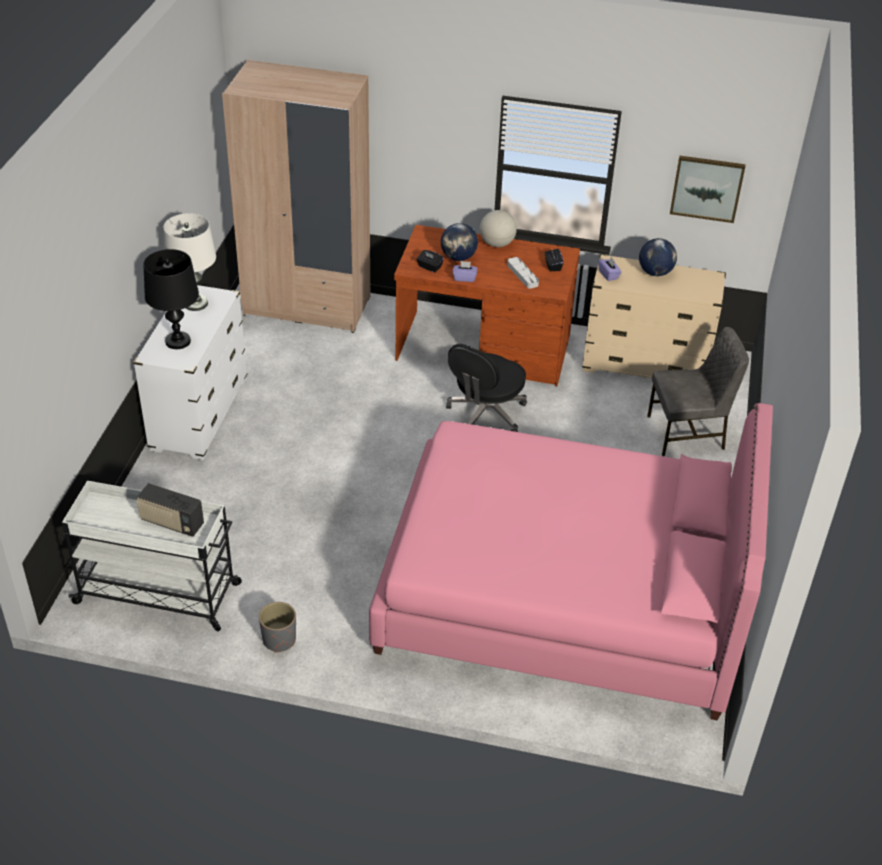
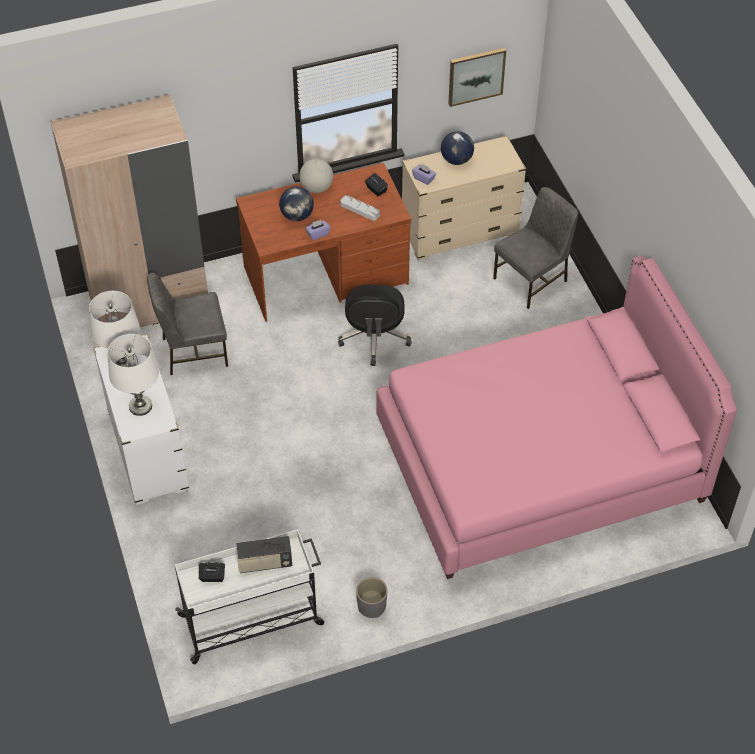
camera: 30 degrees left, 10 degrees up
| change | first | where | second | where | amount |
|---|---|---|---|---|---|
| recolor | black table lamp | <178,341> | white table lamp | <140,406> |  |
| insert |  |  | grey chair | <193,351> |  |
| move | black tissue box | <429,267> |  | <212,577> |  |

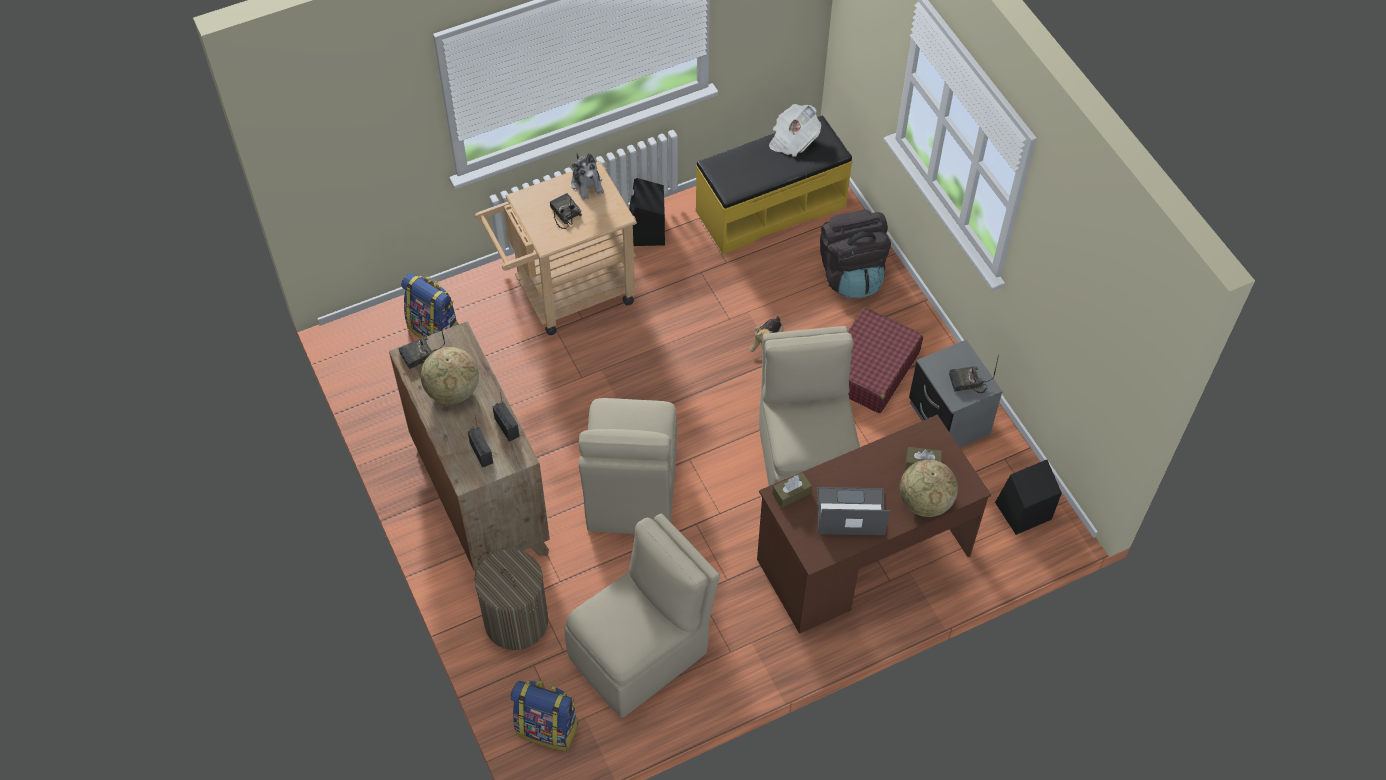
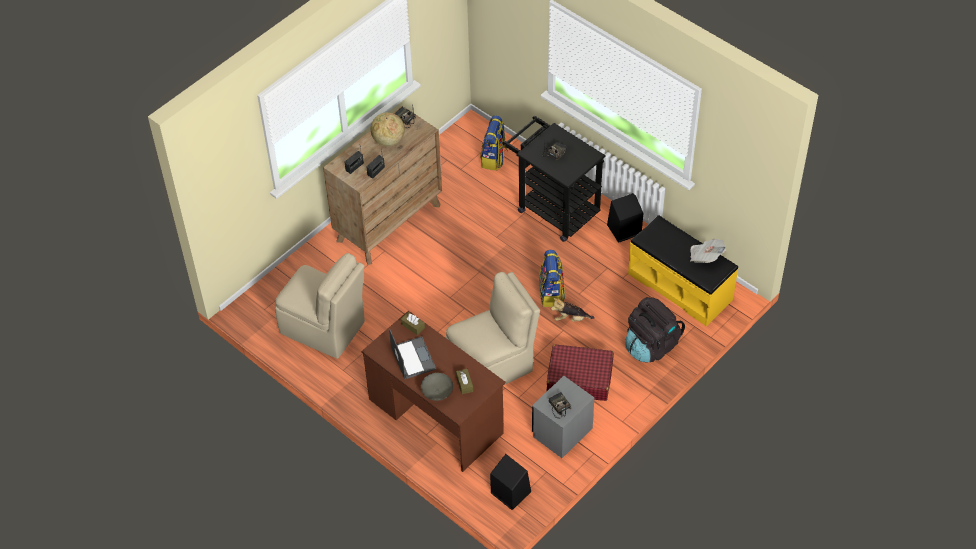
camera: 70 degrees right, 5 degrees down
| change | first | where | second | where | amount |
|---|---|---|---|---|---|
| replace | globe | <925,502> | grey bowl | <437,393> |  |
| recolor | beige cart | <565,294> | black cart | <552,208> |  |
| move | backpack | <548,727> |  | <551,294> |  |
| delete | laundry basket | <516,621> |  |  |  |
| delete | plush toy | <587,184> |  |  |  |
| delete | beige chair | <630,491> |  |  |  |

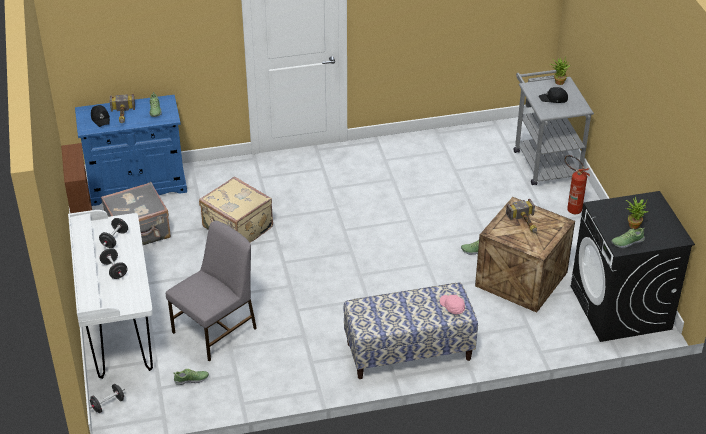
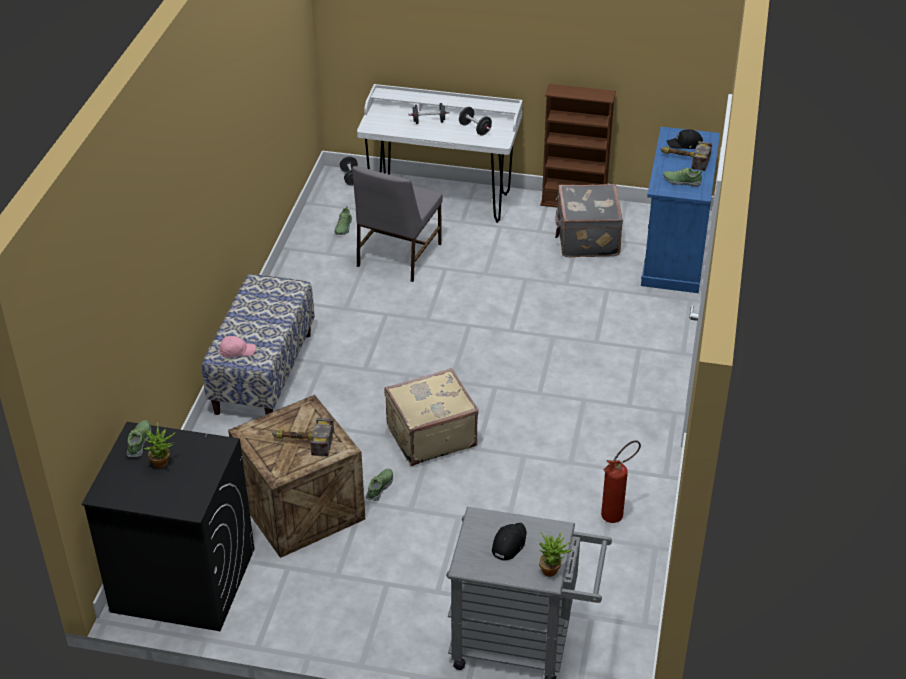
camera: 115 degrees right, 0 degrees up
| change | first | where | second | where | amount |
|---|---|---|---|---|---|
| rotate | grey chair | <216,330> |  | <398,256> | 45 degrees clockwise |
| move | beige suitcase | <237,228> |  | <430,435> |  |
| move | fire extinguisher | <571,208> |  | <616,513> |  |

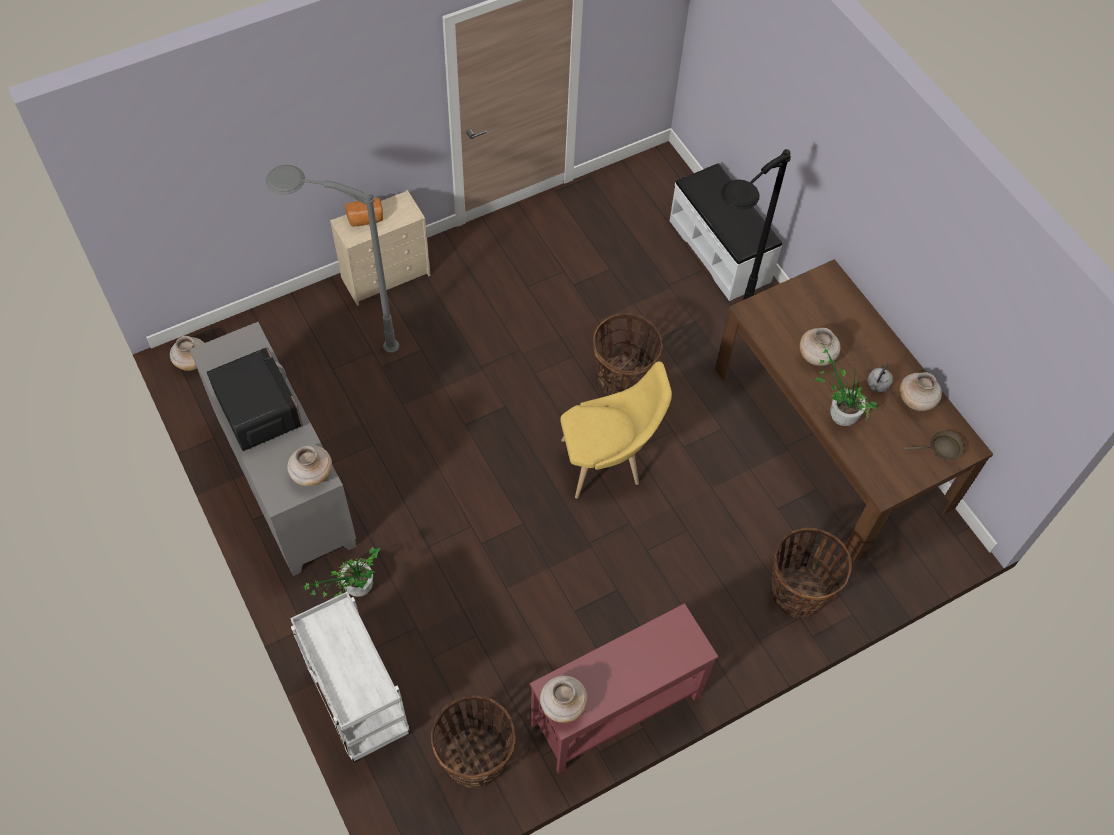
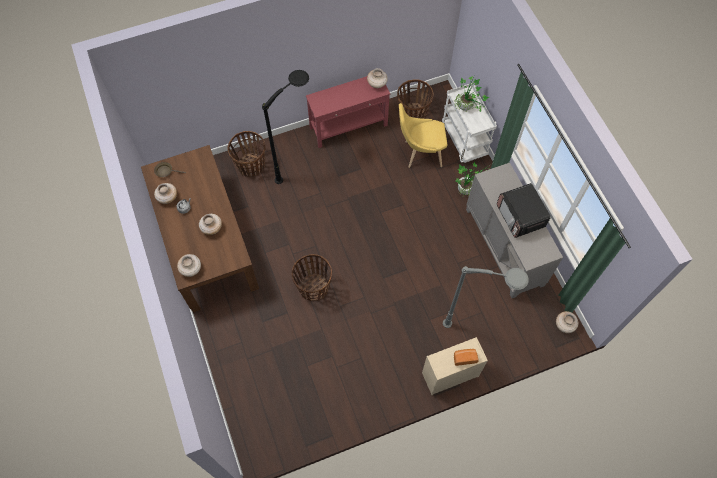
camera: 170 degrees left, 5 degrees up
| change | first | where | second | where | amount |
|---|---|---|---|---|---|
| move | beige vase | <312,474> |  | <191,269> |  |
| move | black floor lamp | <716,337> |  | <299,164> |  |
| move | yellow chair | <606,462> |  | <420,153> |  |
| move | potted plant | <837,413> |  | <467,108> |  |
| delete | white bench | <720,251> |  |  |  |

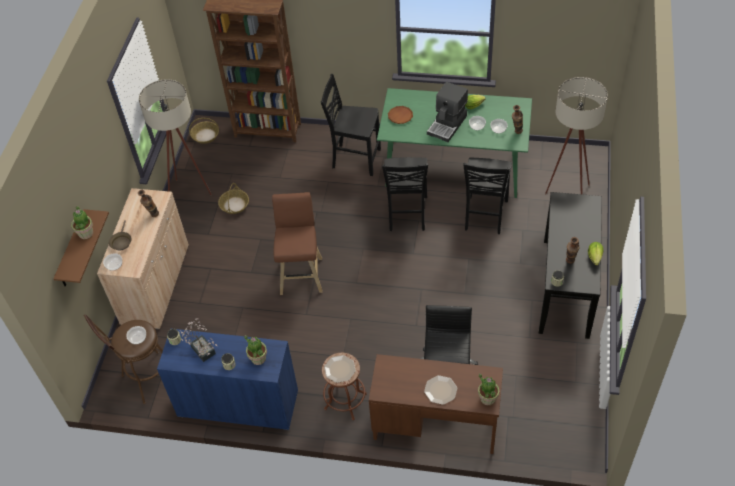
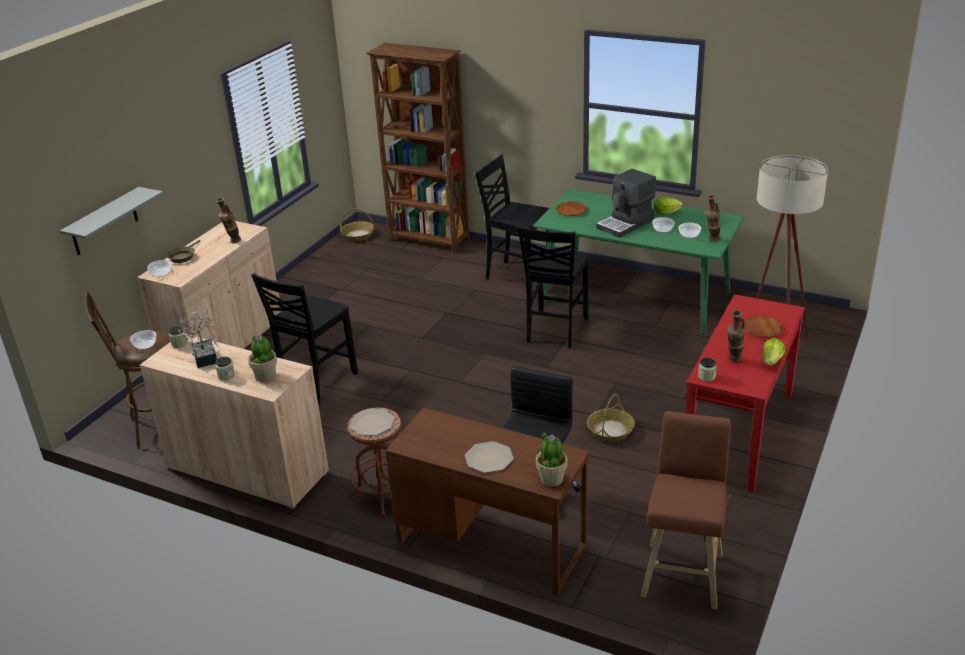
camera: 15 degrees right, 20 degrees down
| change | first | where | second | where | amount |
|---|---|---|---|---|---|
| recolor | brown shelf | <72,251> | grey shelf | <104,222> |  |
| recolor | blue cabinet | <238,403> | beige cabinet | <247,470> |  |
| move | black chair | <484,216> |  | <316,383> |  |
| move | basket | <234,205> |  | <610,430> |  |
| move | brown stool | <301,274> |  | <683,572> |  |
| recolor | black console table | <566,287> | red console table | <739,432> |  |
| insert |  |  | brown plate | <762,329> |  |
| delete | potted plant | <86,233> |  |  |  |
| delete | beige floor lamp | <191,195> |  |  |  |

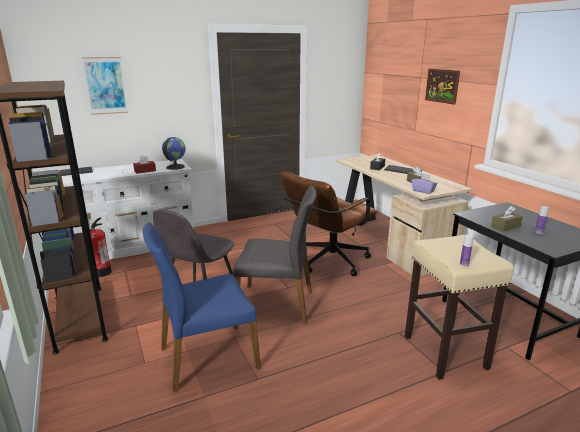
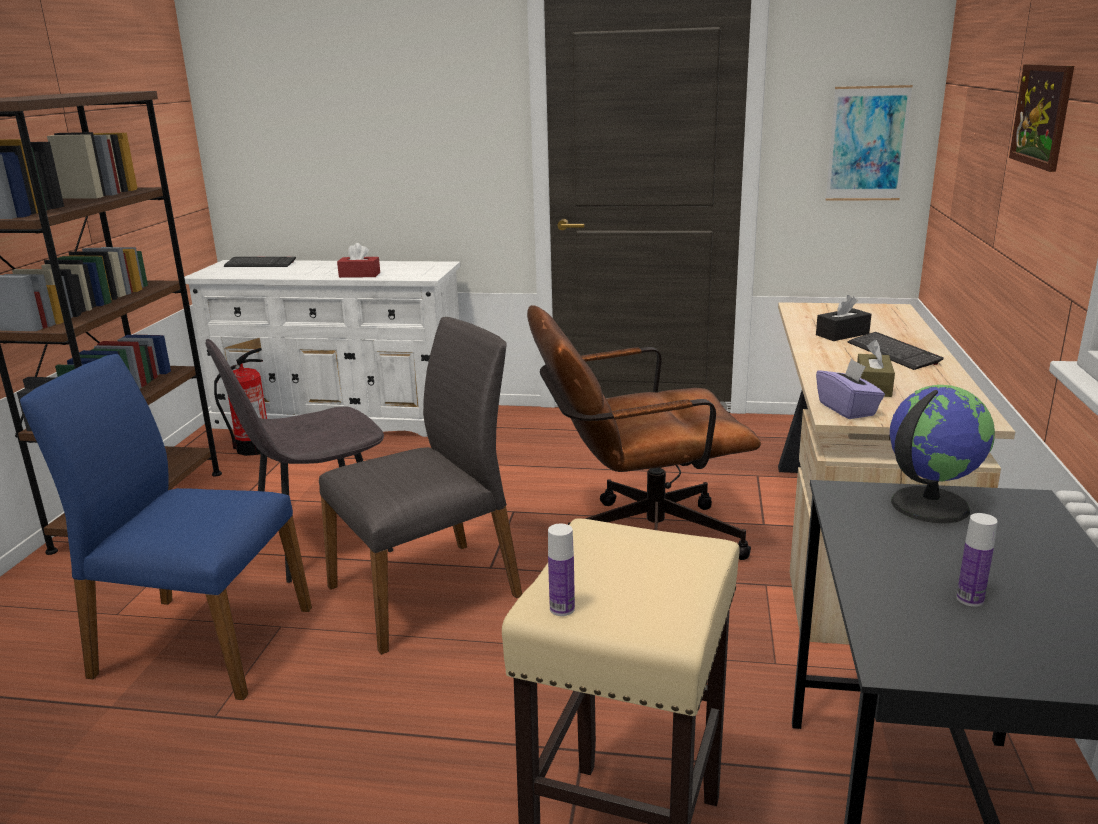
camera: 35 degrees right, 0 degrees up
| change | first | where | second | where | amount |
|---|---|---|---|---|---|
| rotate | grey chair | <276,304> |  | <427,591> | 75 degrees counterclockwise |
| move | picture | <105,85> |  | <867,144> |  |
| move | globe | <175,167> |  | <928,504> |  |
| delete | brown tissue box | <505,227> |  |  |  |

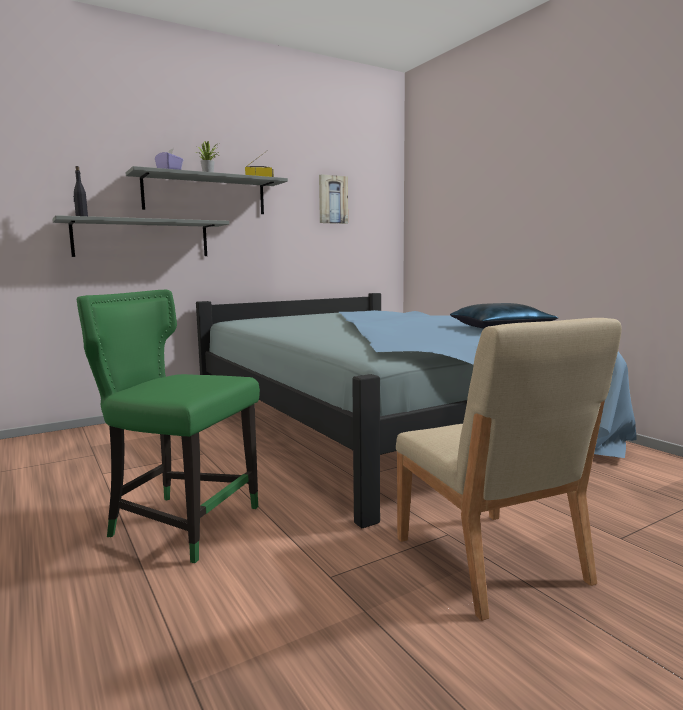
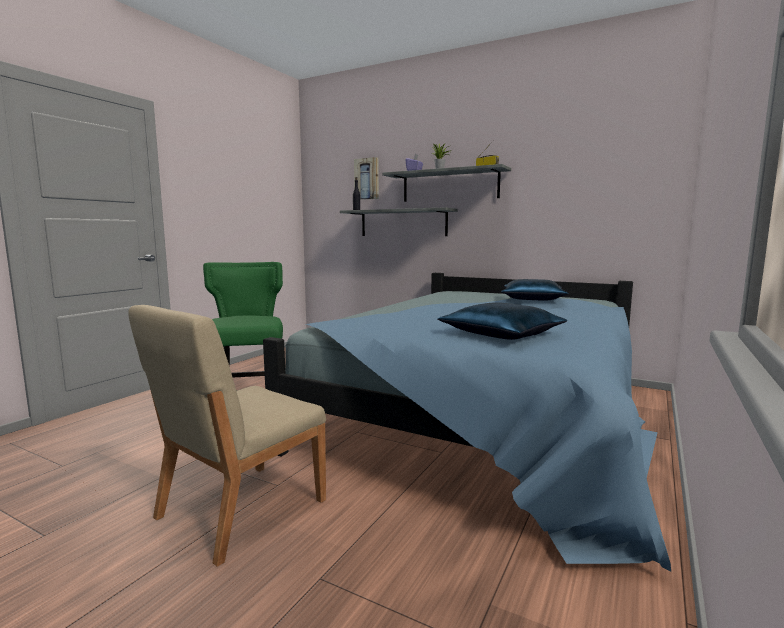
camera: 60 degrees right, 0 degrees up
| change | first | where | second | where | amount |
|---|---|---|---|---|---|
| move | picture | <332,199> |  | <367,179> |  |
| insert |  |  | blue pillow | <533,299> |  |

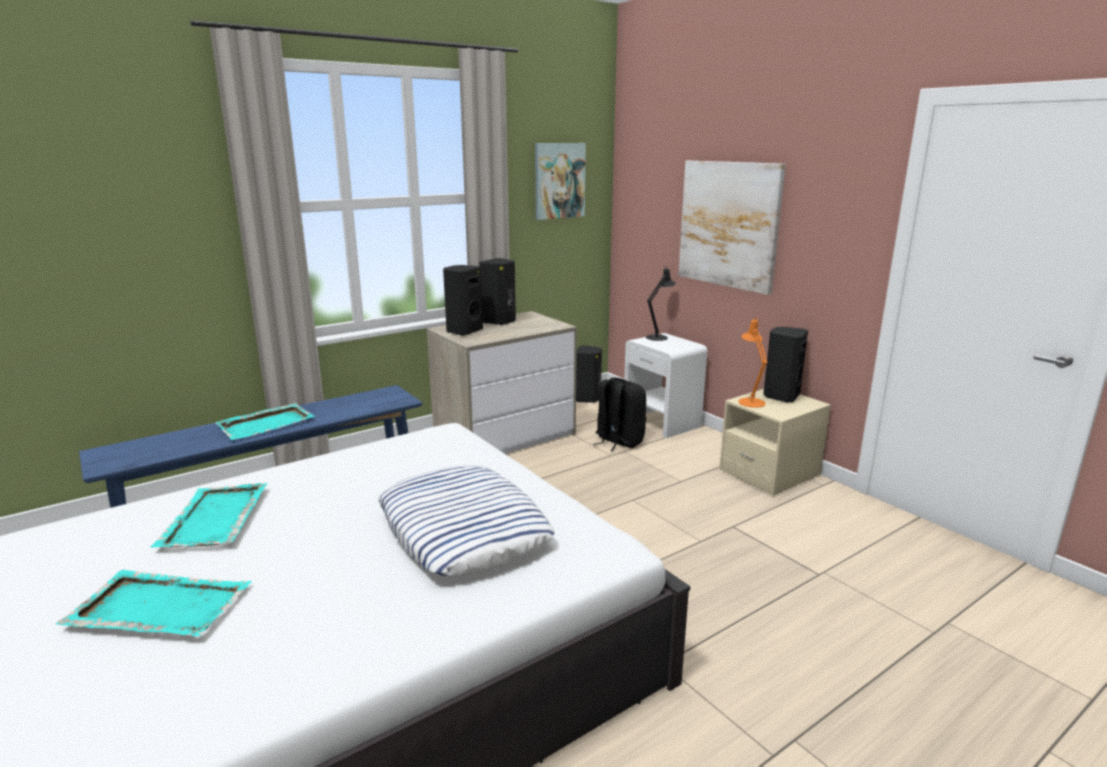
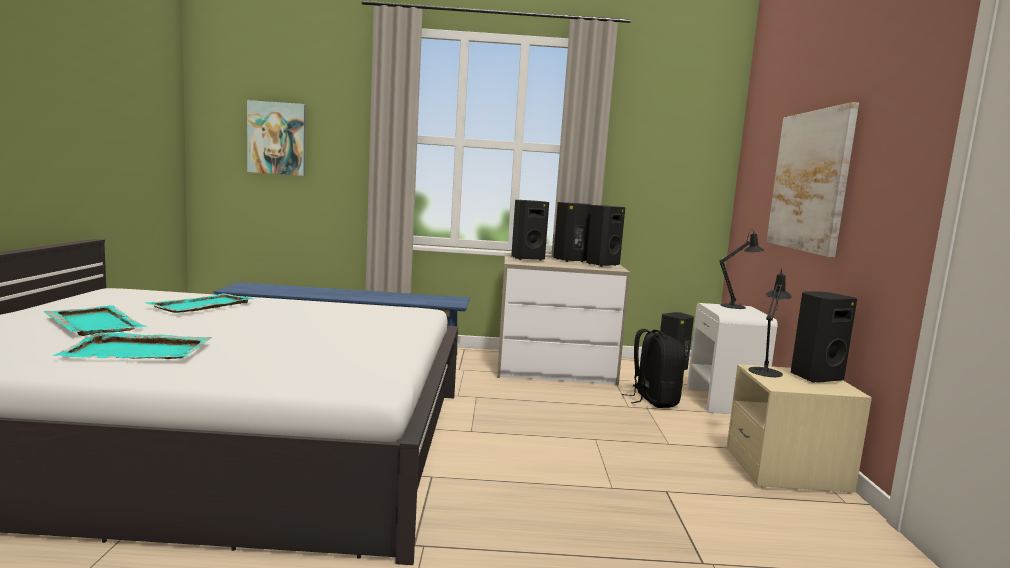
camera: 35 degrees right, 10 degrees down
| change | first | where | second | where | amount |
|---|---|---|---|---|---|
| move | turquoise tray | <267,424> |  | <139,351> |  |
| move | picture | <559,180> |  | <277,138> |  |
| insert |  |  | black speaker | <601,264> |  |
| recolor | orange table lamp | <750,401> | black table lamp | <766,371> |  |
| delete | pillow | <462,530> |  |  |  |

